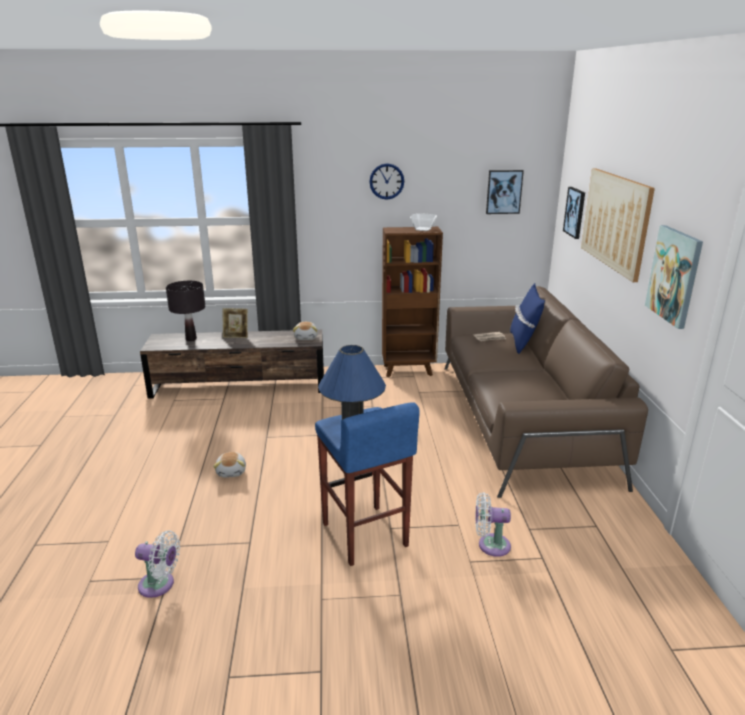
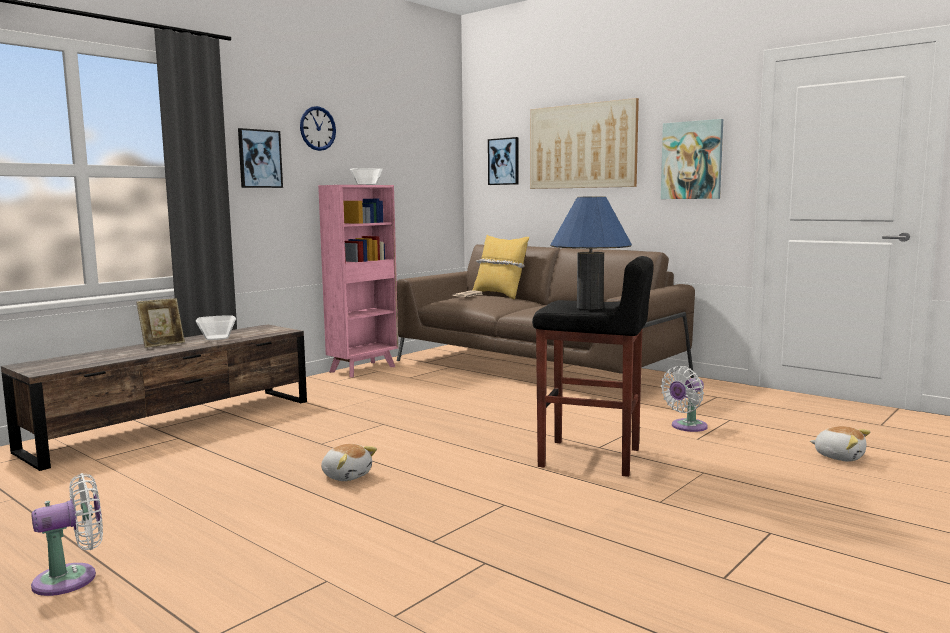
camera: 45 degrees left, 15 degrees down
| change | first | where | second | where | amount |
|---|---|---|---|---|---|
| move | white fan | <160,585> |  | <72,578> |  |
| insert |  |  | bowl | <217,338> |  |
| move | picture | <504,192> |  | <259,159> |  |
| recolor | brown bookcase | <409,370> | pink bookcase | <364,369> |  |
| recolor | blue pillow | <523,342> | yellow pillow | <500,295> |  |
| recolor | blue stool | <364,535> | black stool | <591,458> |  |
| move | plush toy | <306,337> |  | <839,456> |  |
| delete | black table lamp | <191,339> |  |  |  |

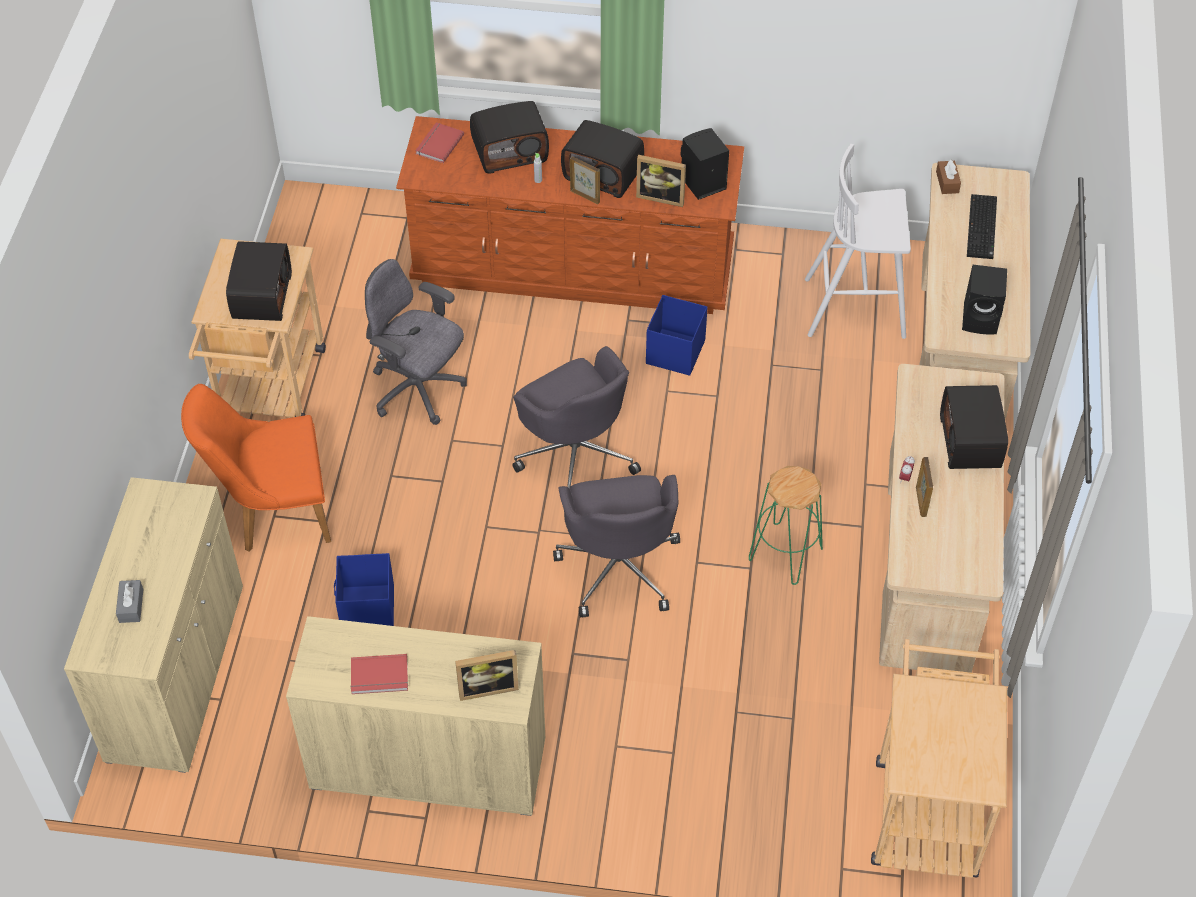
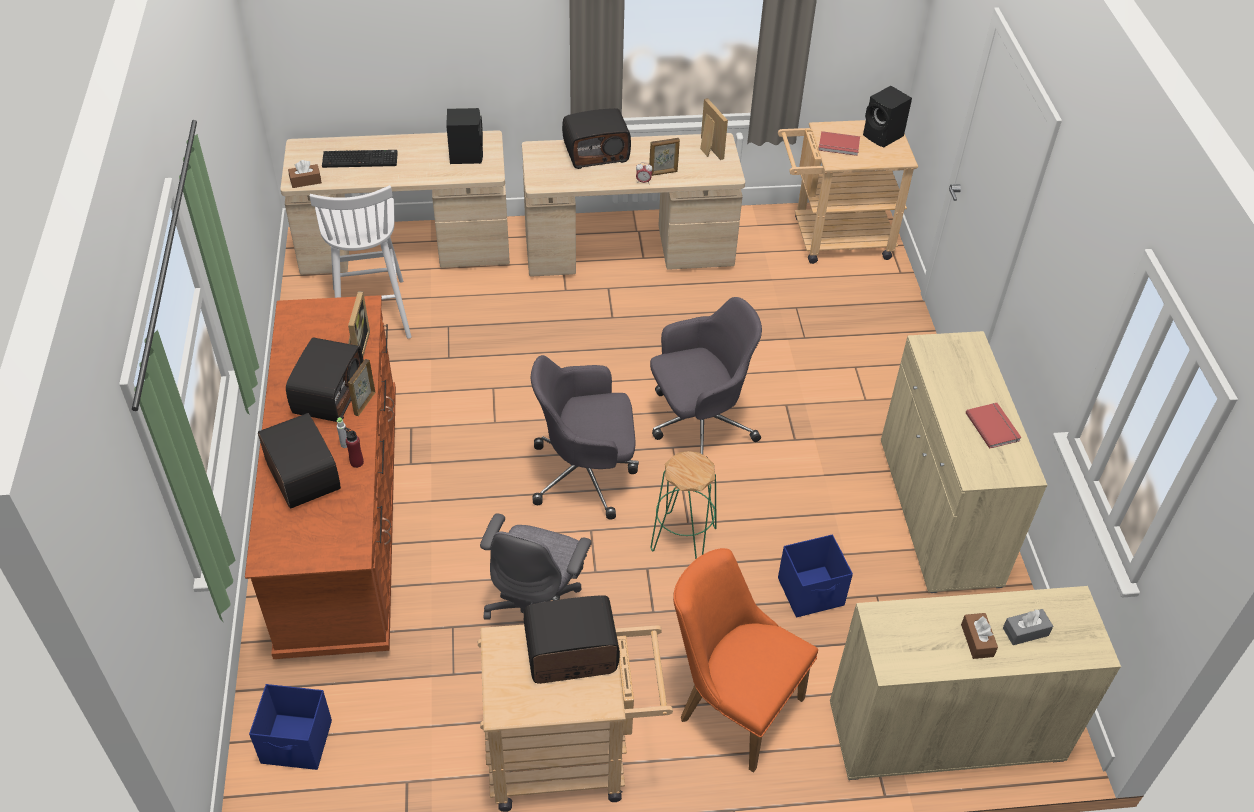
camera: 105 degrees left, 5 degrees down
| change | first | where | second | where | amount |
|---|---|---|---|---|---|
| move | blue storage box | <674,353> |  | <297,743> |  |
| insert |  |  | red bottle | <356,462> |  |
| rotate | grey office chair | <575,454> |  | <586,474> | 135 degrees counterclockwise |
| move | green stool | <785,553> |  | <682,538> |  |
| rotate | orange chair | <272,512> |  | <731,704> | 150 degrees clockwise |
| move | picture frame | <487,686> |  | <708,149> |  |
| move | red book | <438,144> |  | <839,146> |  |
| move | black speaker | <701,183> |  | <883,136> |  |
| insert |  |  | brown tissue box | <977,640> |  |

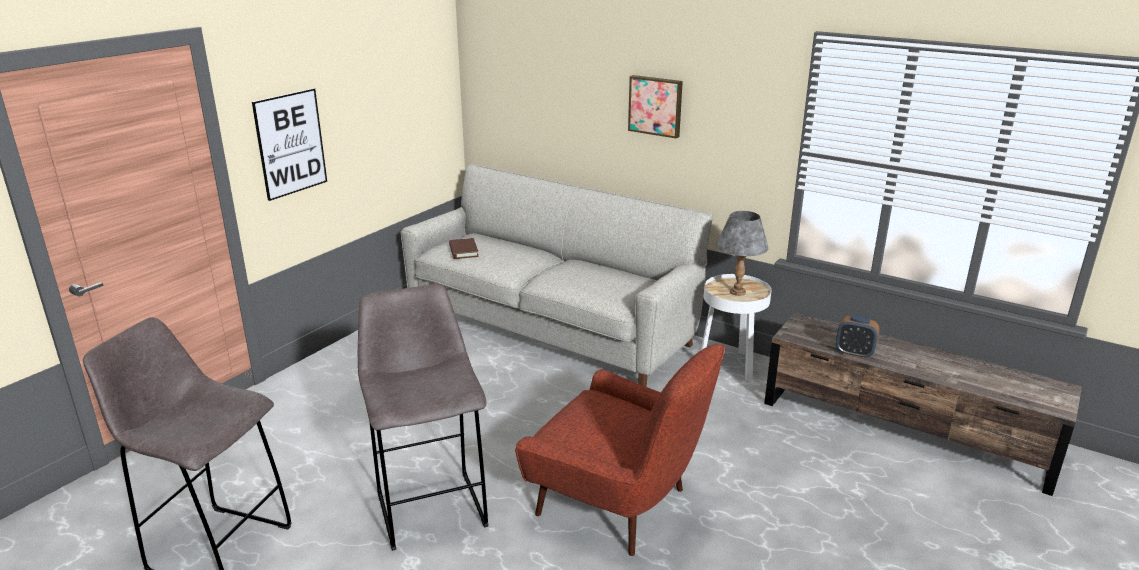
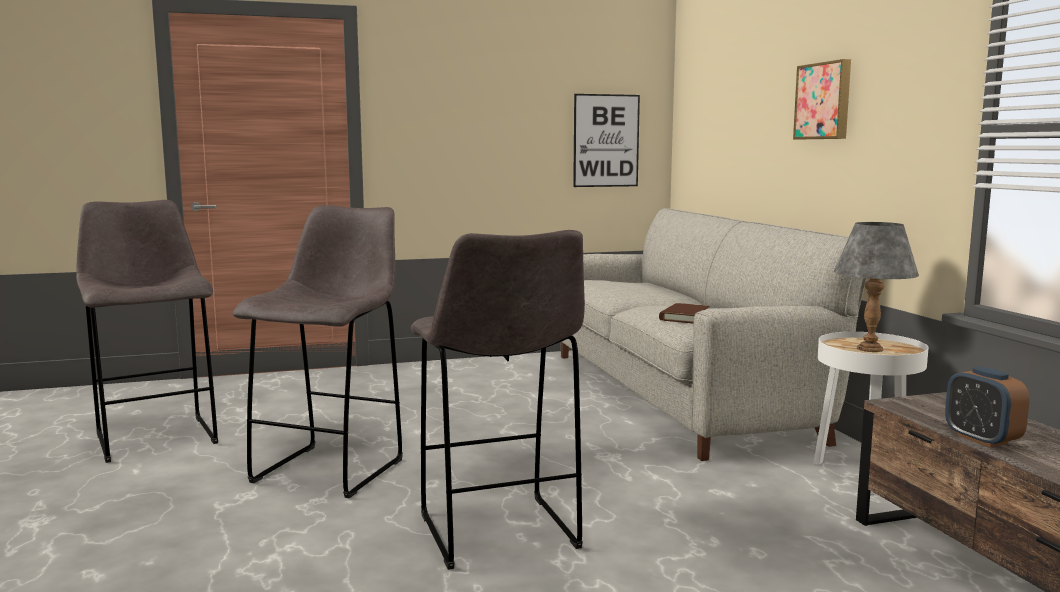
camera: 40 degrees right, 15 degrees down
| change | first | where | second | where | amount |
|---|---|---|---|---|---|
| replace | red armchair | <619,505> | grey stool | <499,534> |  |
| move | picture | <291,143> |  | <606,140> |  |
| move | brown book | <463,251> |  | <684,317> |  |

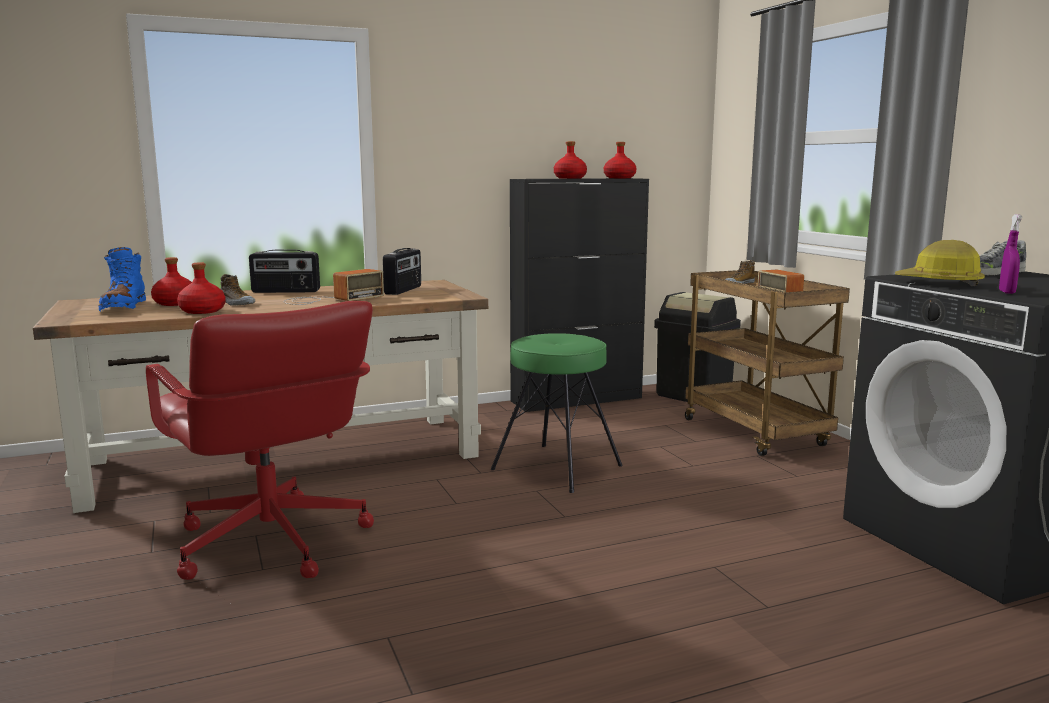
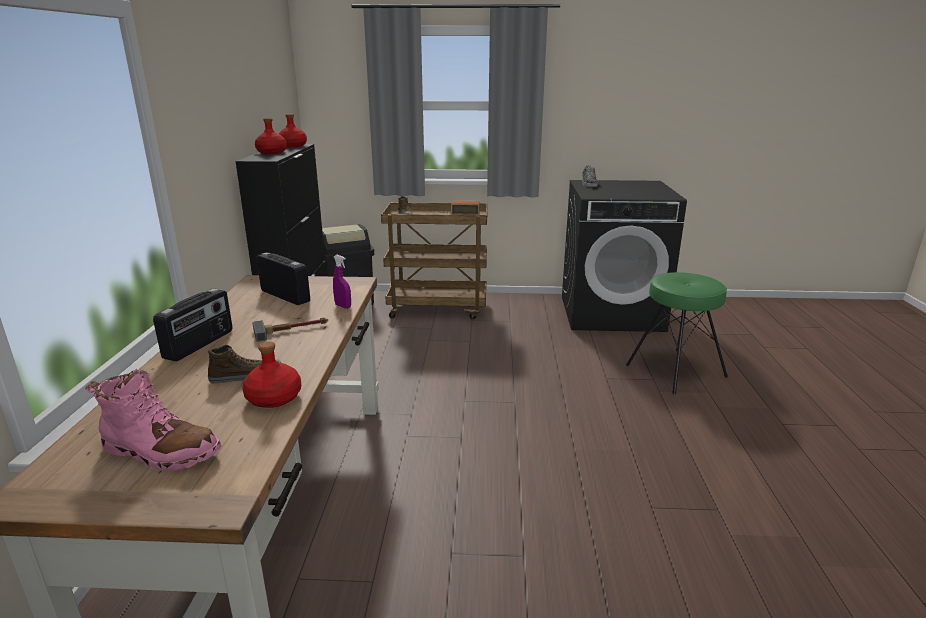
camera: 65 degrees left, 10 degrees up
| change | first | where | second | where | amount |
|---|---|---|---|---|---|
| recolor | blue boot | <123,307> | pink boot | <160,452> |  |
| replace | radio | <329,299> | hammer | <292,330> |  |
| move | purple spray bottle | <1006,292> |  | <343,306> |  |
| move | green stool | <557,467> |  | <675,370> |  |
| delete | red office chair | <270,543> |  |  |  |
| delete | red bottle | <175,303> |  |  |  |
| delete | hard hat | <939,283> |  |  |  |

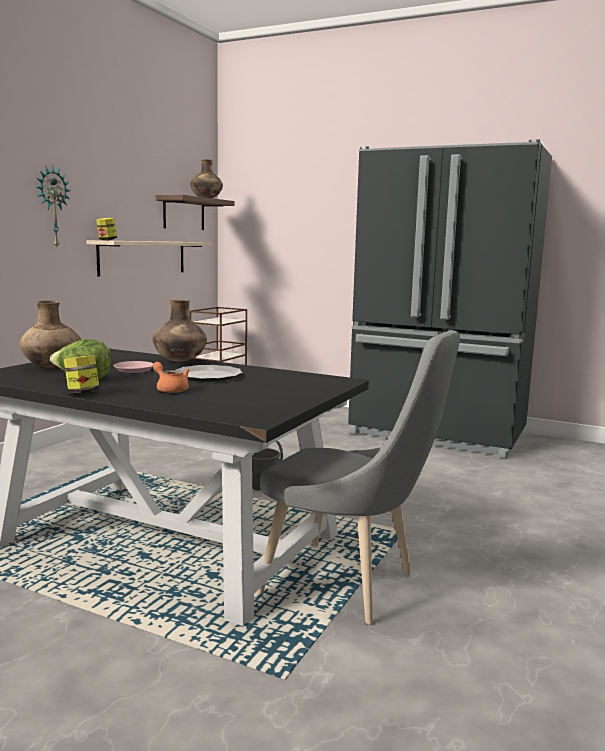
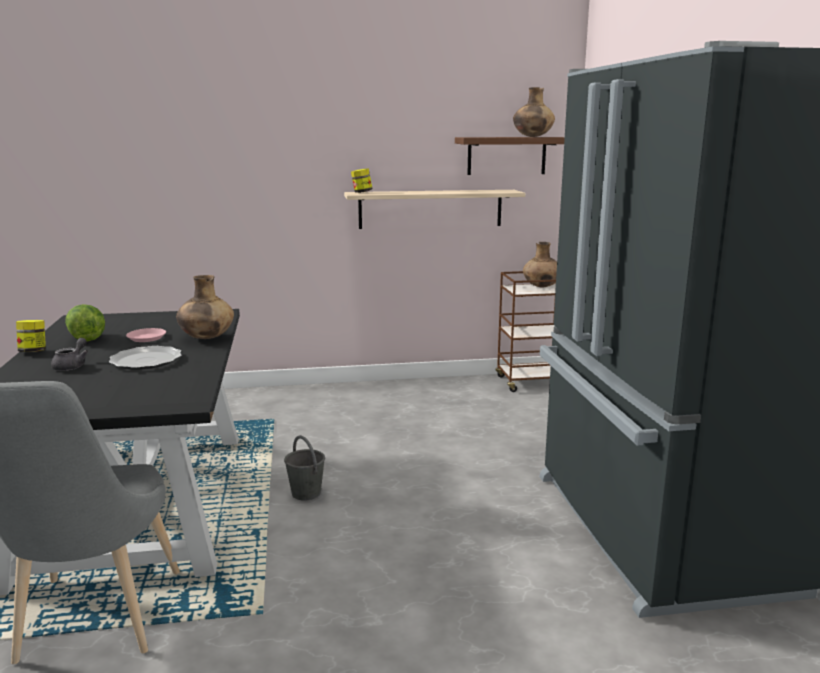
camera: 55 degrees right, 5 degrees up
| change | first | where | second | where | amount |
|---|---|---|---|---|---|
| recolor | orange teapot | <170,389> | grey teapot | <72,366> |  |
| move | brown vase | <52,367> |  | <542,286> |  |
| delete | wall clock | <52,207> |  |  |  |

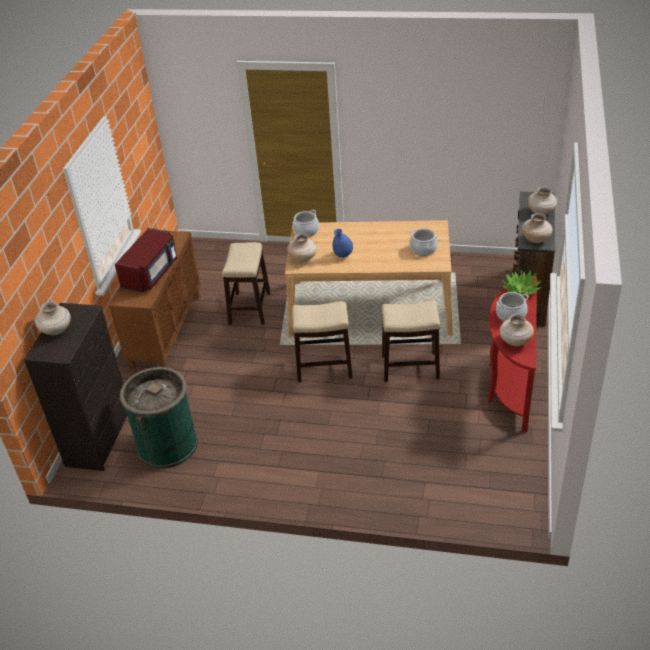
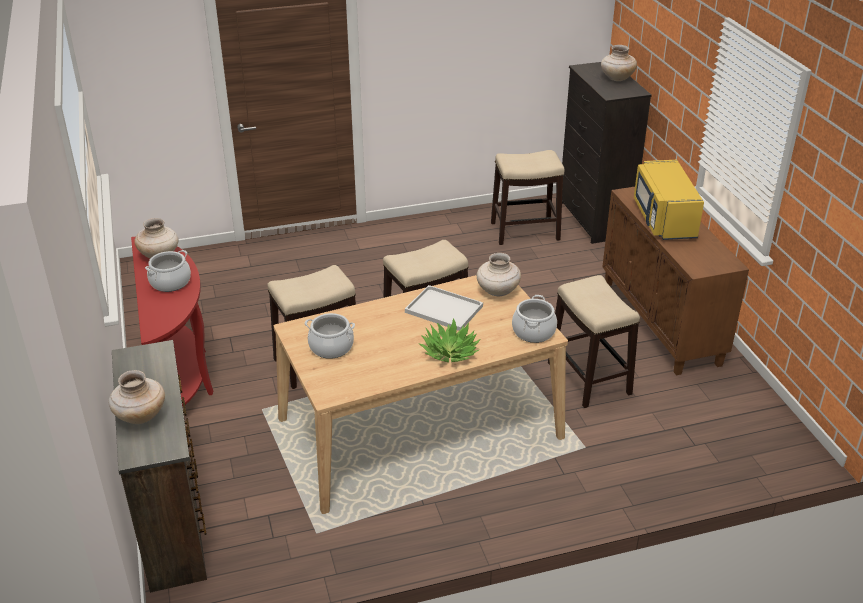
camera: 150 degrees right, 5 degrees down
| change | first | where | second | where | amount |
|---|---|---|---|---|---|
| replace | blue vase | <343,255> | white tray | <445,309> |  |
| move | potted plant | <521,290> |  | <450,352> |  |
| replace | green trash can | <167,445> | stool | <524,231> |  |
| recolor | red microwave | <151,274> | yellow microwave | <663,219> |  |
| delete | beige vase | <536,239> |  |  |  |

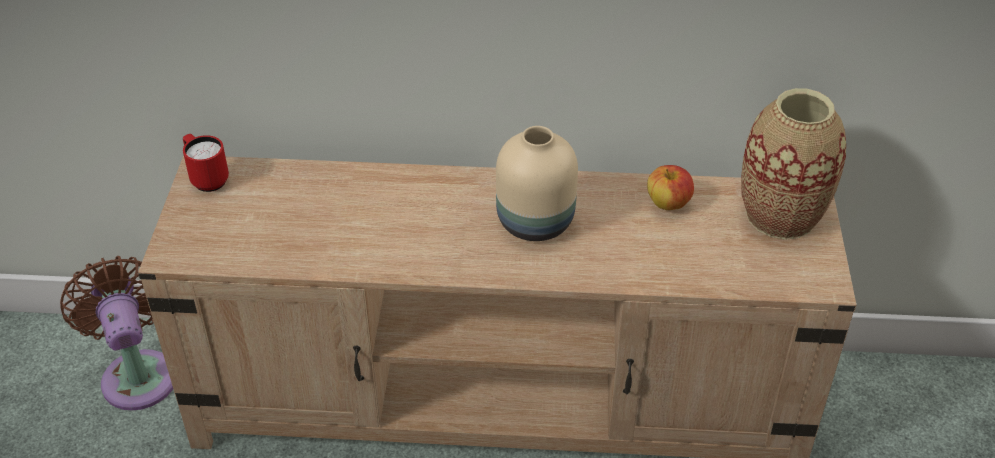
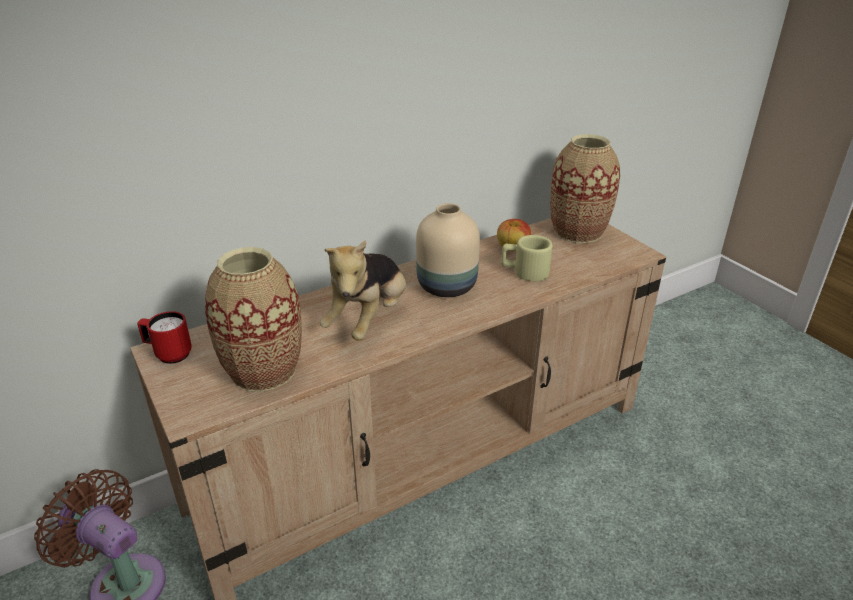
camera: 35 degrees left, 10 degrees down
| change | first | where | second | where | amount |
|---|---|---|---|---|---|
| insert |  |  | vase | <263,370> |  |
| insert |  |  | plush toy | <369,319> |  |
| insert |  |  | beige mug | <524,272> |  |

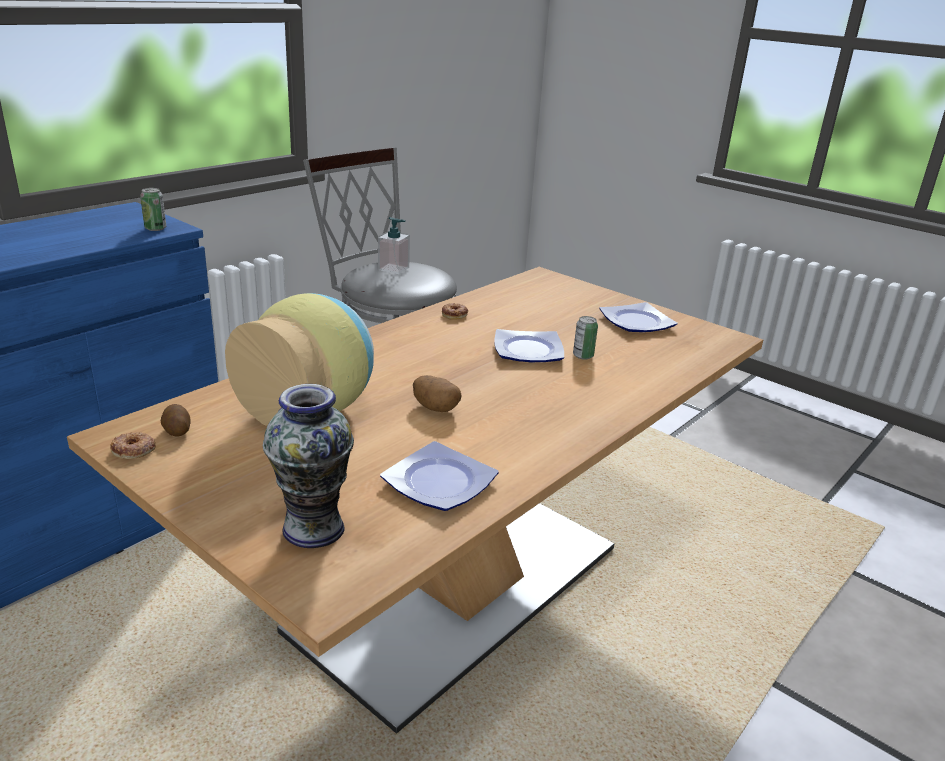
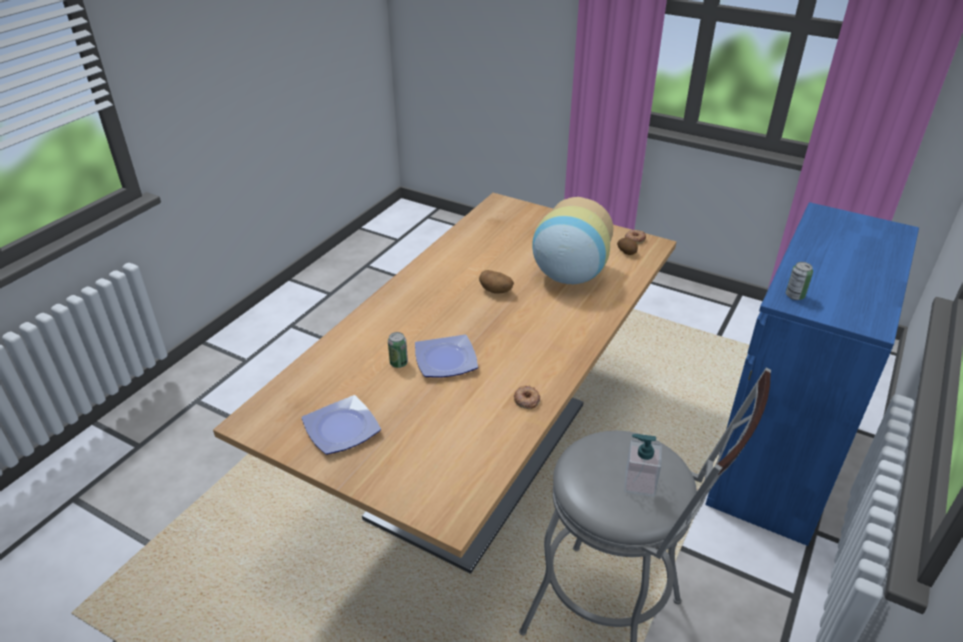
camera: 170 degrees right, 10 degrees up
| change | first | where | second | where | amount |
|---|---|---|---|---|---|
| delete | vase | <314,528> |  |  |  |
| delete | plate | <437,482> |  |  |  |

